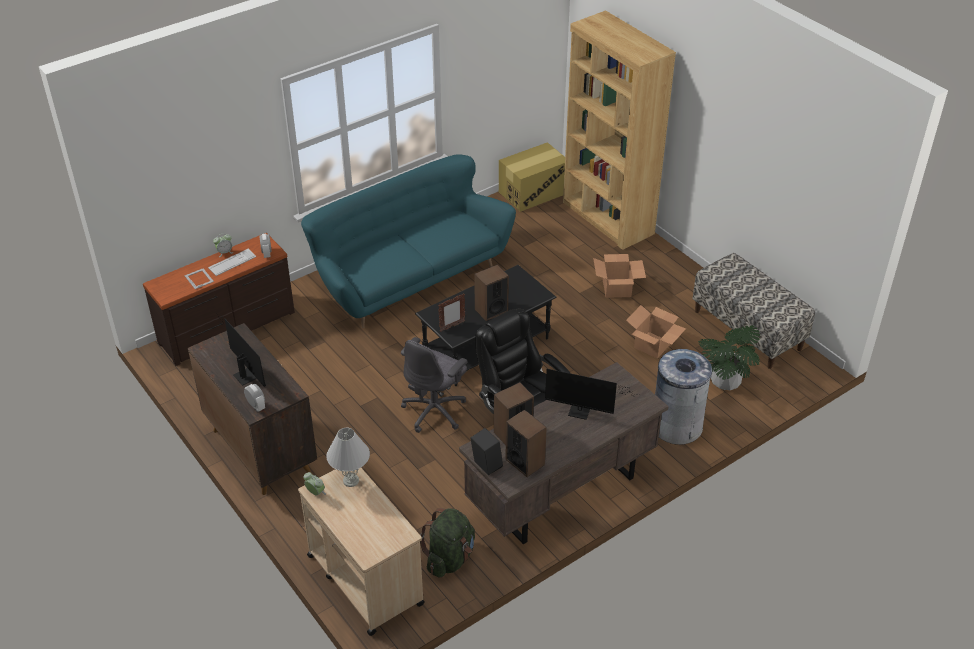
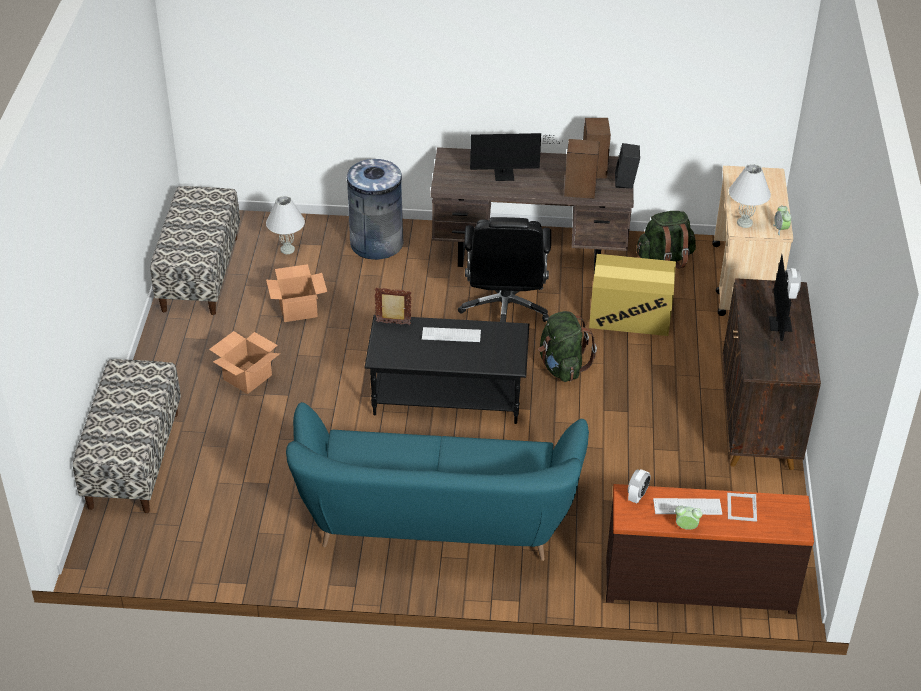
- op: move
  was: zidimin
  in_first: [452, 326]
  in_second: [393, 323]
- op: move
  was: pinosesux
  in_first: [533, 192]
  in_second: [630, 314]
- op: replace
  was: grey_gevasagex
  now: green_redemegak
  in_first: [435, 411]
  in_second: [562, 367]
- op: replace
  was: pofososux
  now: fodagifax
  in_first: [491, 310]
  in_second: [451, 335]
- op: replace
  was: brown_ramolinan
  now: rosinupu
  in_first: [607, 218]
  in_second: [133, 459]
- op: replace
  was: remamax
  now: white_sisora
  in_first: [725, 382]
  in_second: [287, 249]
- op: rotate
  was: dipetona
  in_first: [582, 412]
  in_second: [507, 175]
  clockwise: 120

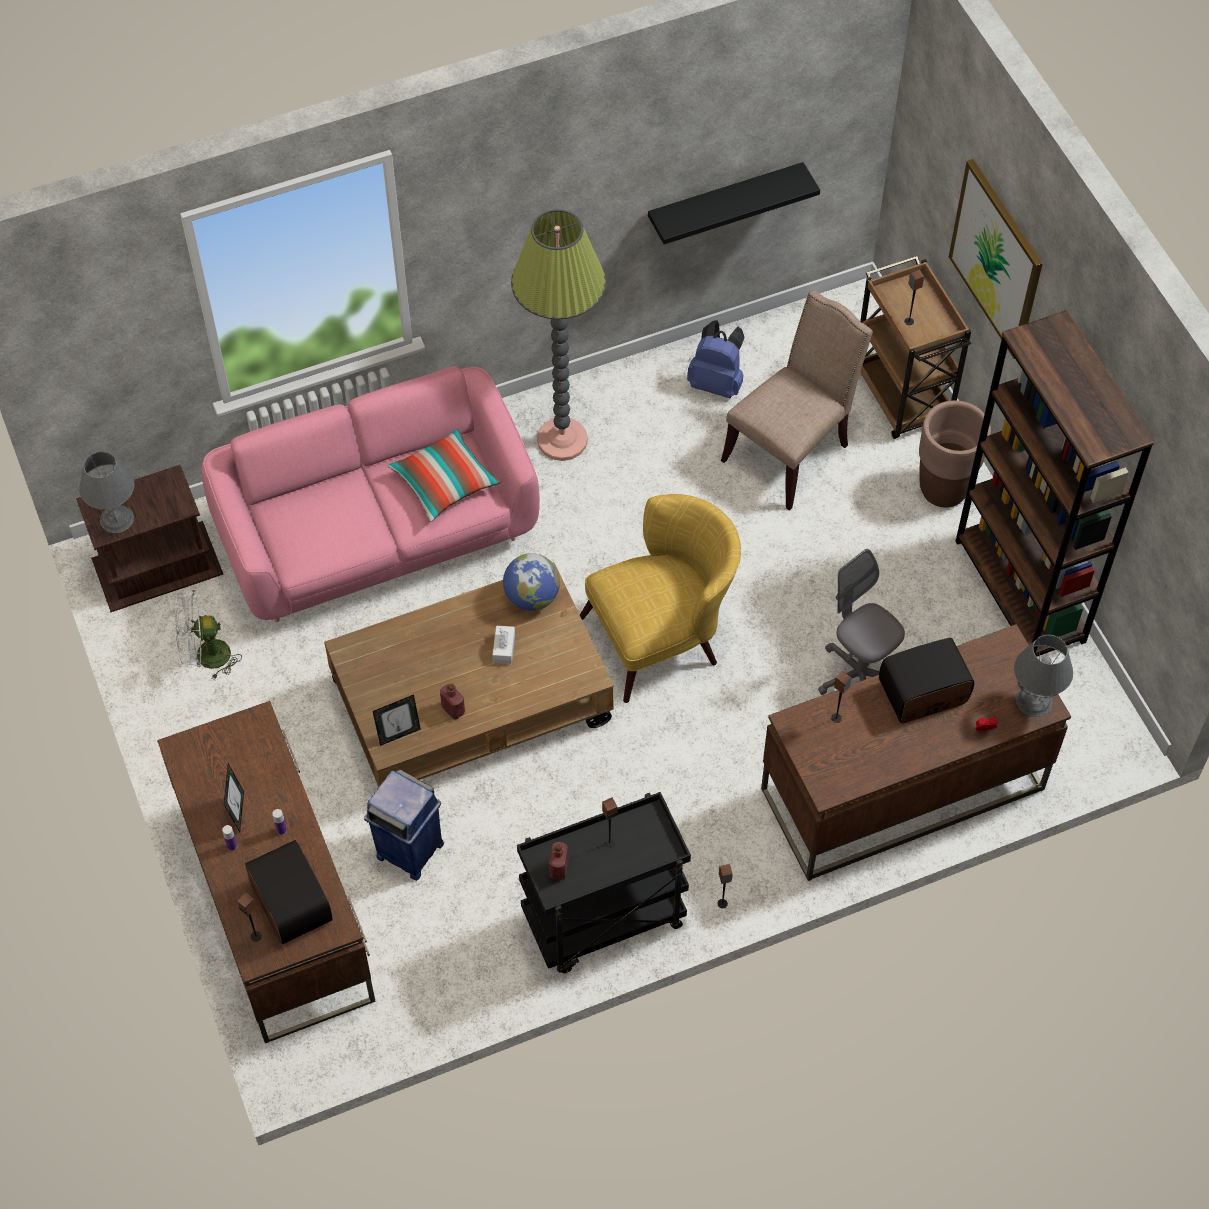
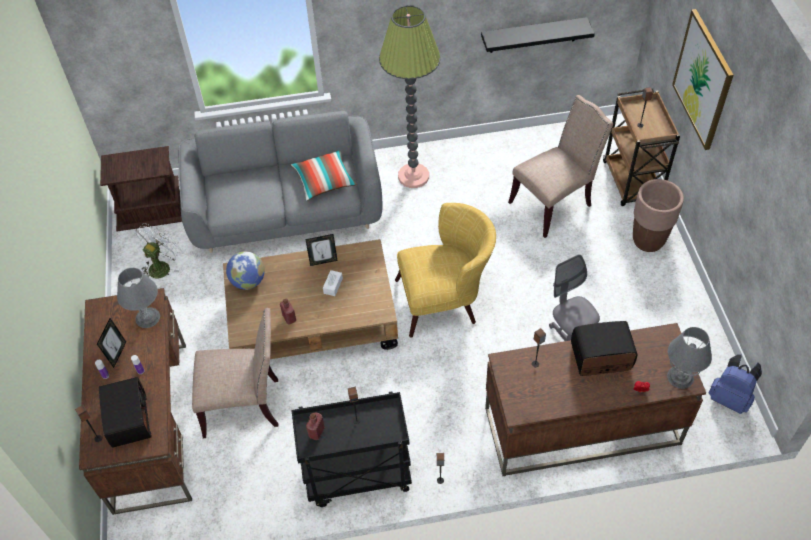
- op: delete
  was: brown_ramolinan
  in_first: [1020, 591]
- op: move
  was: grey_sisora
  in_first: [117, 519]
  in_second: [148, 318]
- op: move
  was: zidimin
  in_first: [399, 734]
  in_second: [323, 261]
- op: move
  was: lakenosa
  in_first: [532, 597]
  in_second: [248, 281]
- op: move
  was: blue_redemegak
  in_first: [717, 382]
  in_second: [730, 398]
- op: replace
  was: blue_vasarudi
  now: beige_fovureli
  in_first: [409, 849]
  in_second: [245, 405]
- op: recolor
  was: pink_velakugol
  now: grey_velakugol
  in_first: [377, 535]
  in_second: [287, 212]
- op: rotate
  was: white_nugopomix
  in_first: [205, 657]
  in_second: [161, 266]
  clockwise: 120

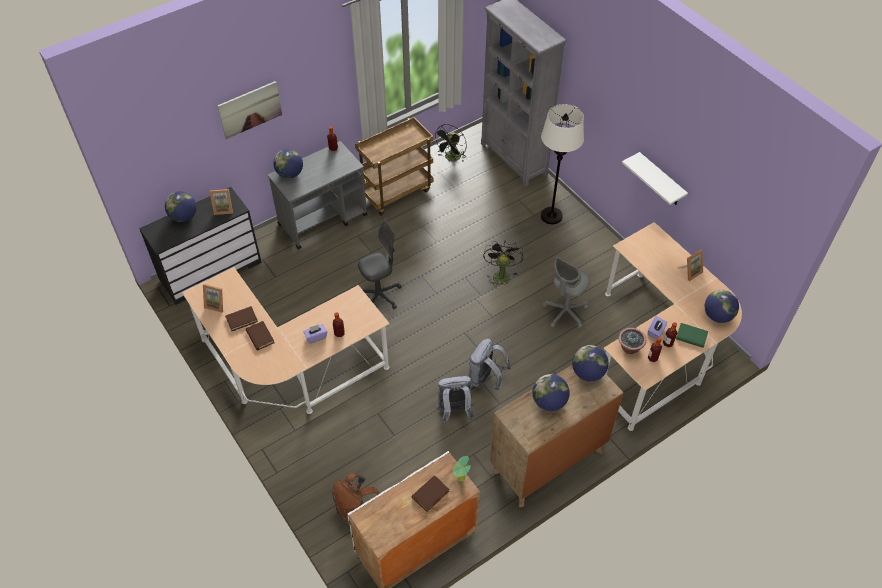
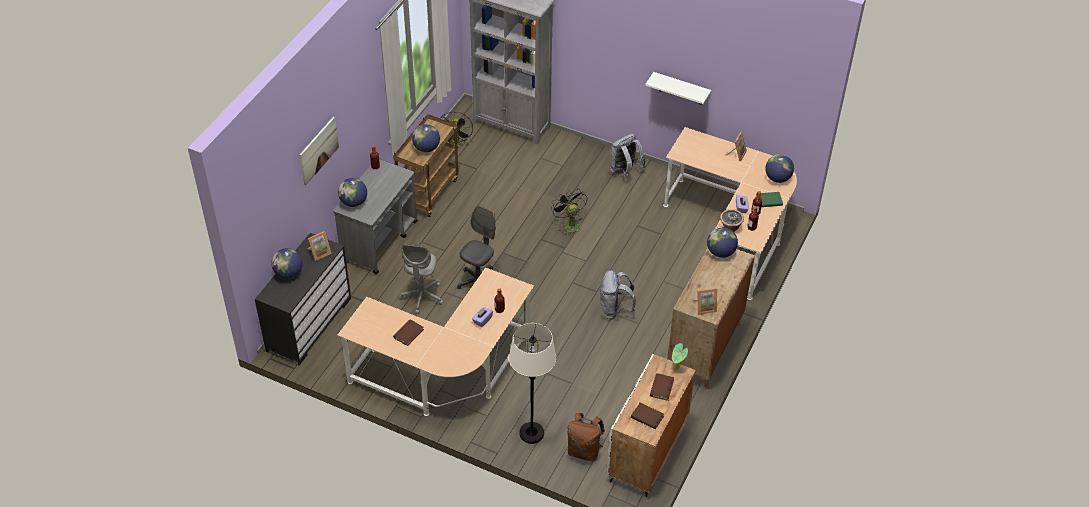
- op: move
  was: zidimin
  in_first: [216, 304]
  in_second: [705, 308]
- op: move
  was: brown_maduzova
  in_first: [260, 337]
  in_second: [647, 417]
- op: move
  was: grey_redemegak
  in_first: [454, 412]
  in_second: [624, 171]
- op: move
  was: lakenosa
  in_first: [549, 402]
  in_second: [426, 148]
- op: move
  was: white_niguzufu
  in_first: [551, 216]
  in_second: [531, 433]
- op: move
  was: grey_gevasagex
  in_first: [565, 312]
  in_second: [422, 297]

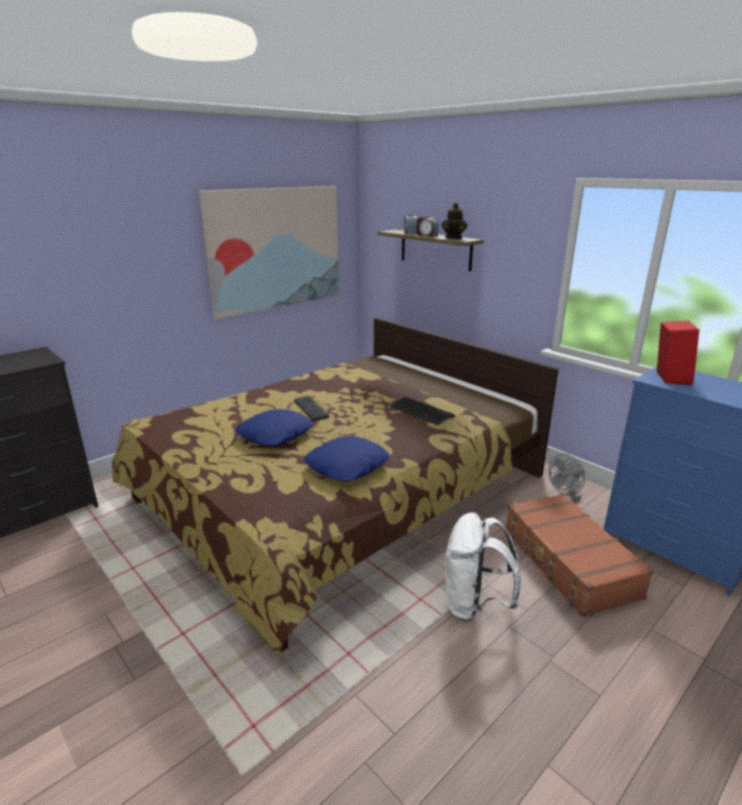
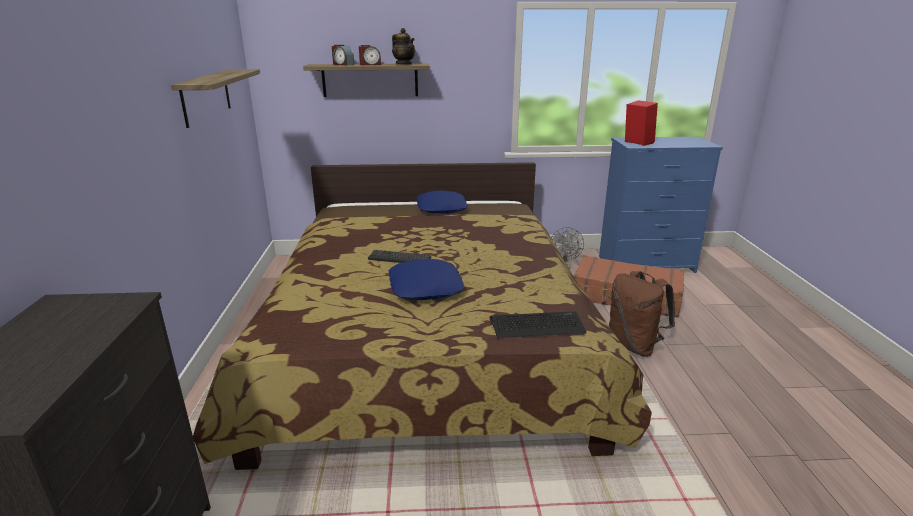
- op: move
  was: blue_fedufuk
  in_first: [347, 466]
  in_second: [442, 208]
- op: move
  was: fodagifax
  in_first: [421, 411]
  in_second: [537, 325]
- op: replace
  was: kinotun
  now: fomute
  in_first: [276, 249]
  in_second: [206, 96]
- op: recolor
  was: white_redemegak
  now: brown_redemegak
  in_first: [474, 604]
  in_second: [634, 346]

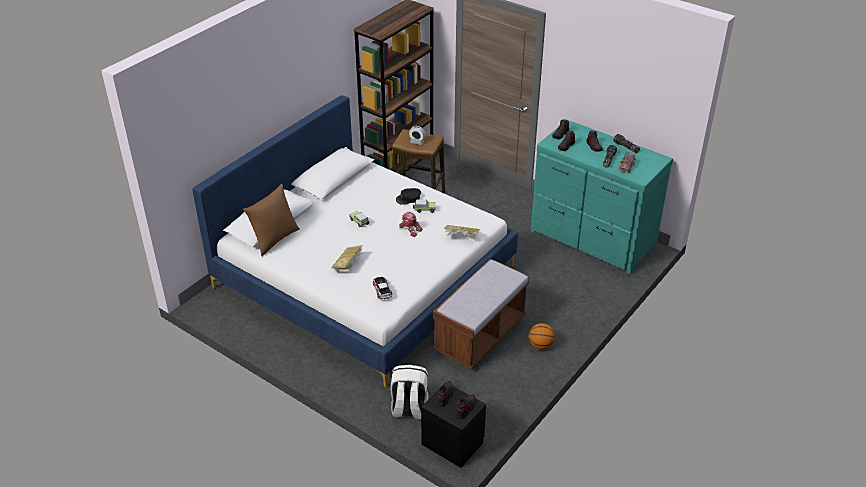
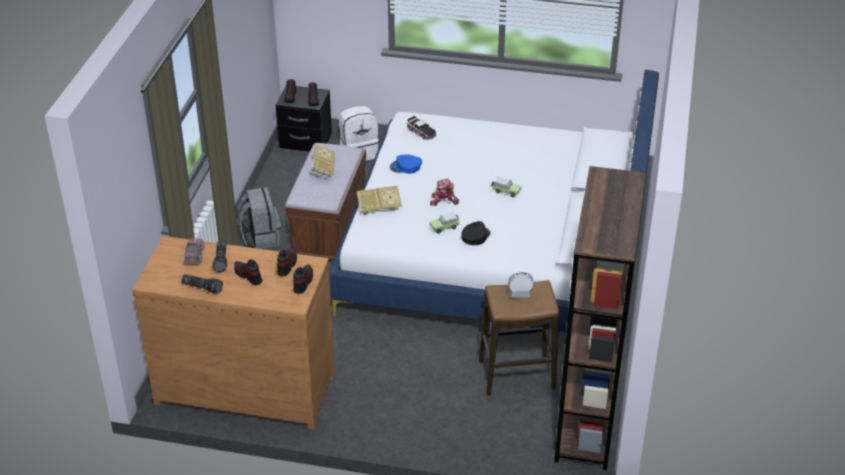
- op: delete
  was: brown_fedufuk
  in_first: [274, 239]
- op: insert
  now: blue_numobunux
  in_second: [406, 167]
- op: move
  was: maduzova
  in_first: [348, 265]
  in_second: [323, 169]
- op: replace
  was: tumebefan
  now: grey_redemegak
  in_first: [541, 345]
  in_second: [261, 237]
- op: recolor
  was: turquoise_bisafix
  now: brown_bisafix
  in_first: [592, 239]
  in_second: [246, 385]

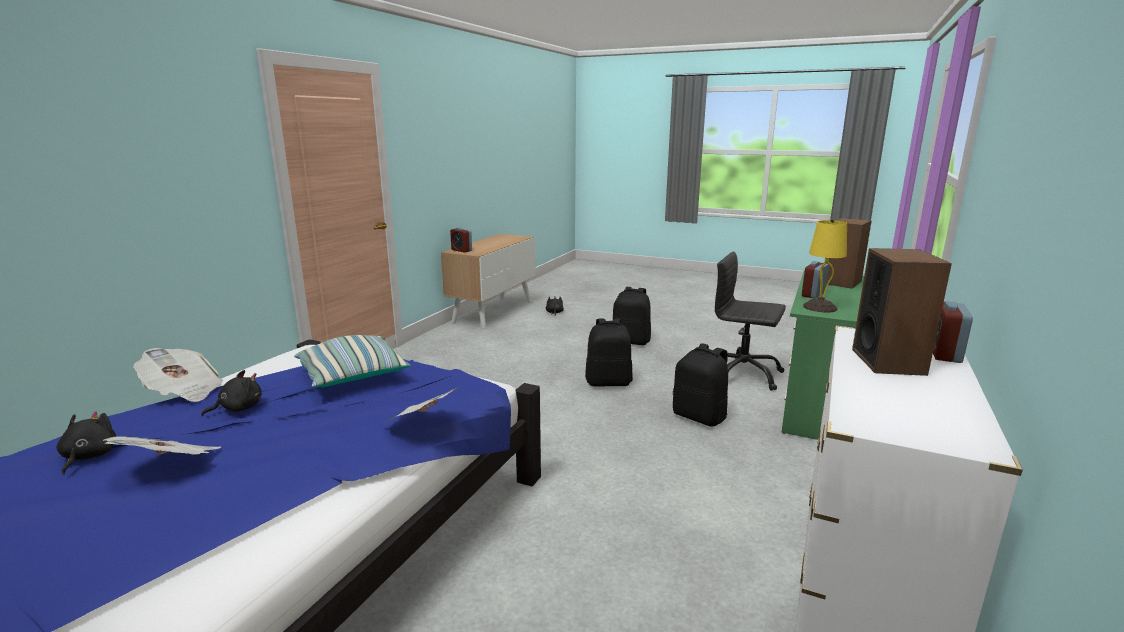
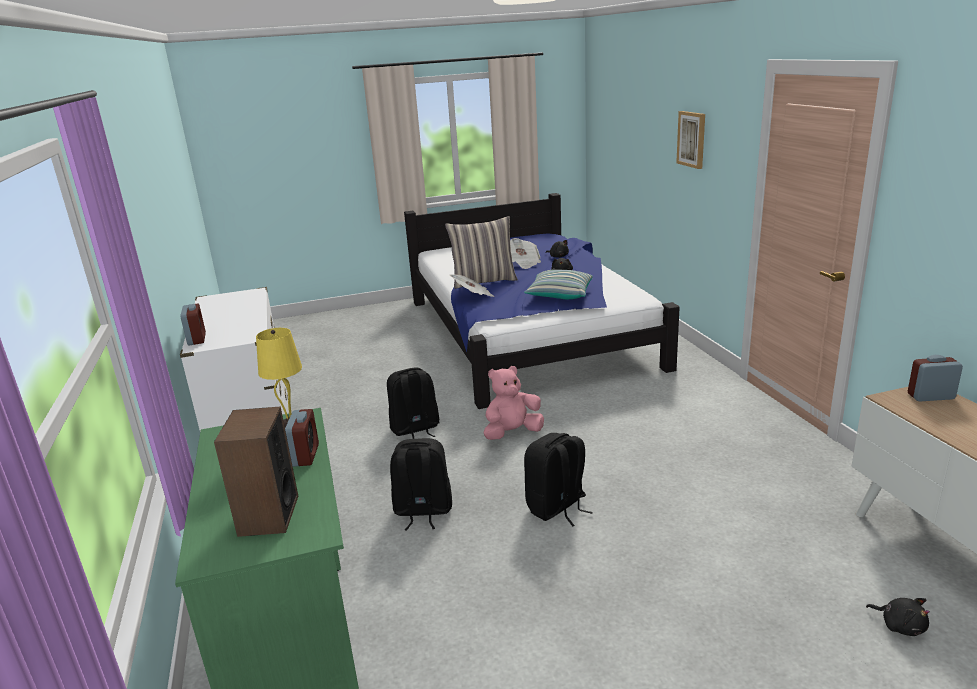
- op: delete
  was: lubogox
  in_first: [183, 391]
- op: delete
  was: black_gevasagex
  in_first: [741, 374]
- op: delete
  was: pofososux
  in_first: [888, 361]
- op: insert
  now: fedufuk
  in_second: [484, 281]
- op: insert
  now: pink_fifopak
  in_second: [512, 433]
- op: insert
  now: kinotun
  in_second: [692, 139]
- op: move
  was: black_redemegak
  in_first: [631, 341]
  in_second: [415, 429]

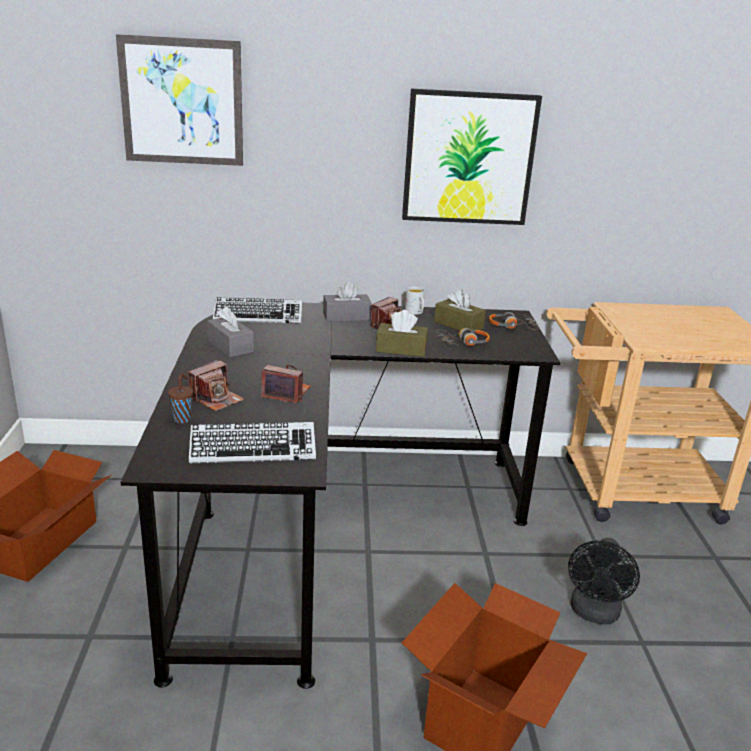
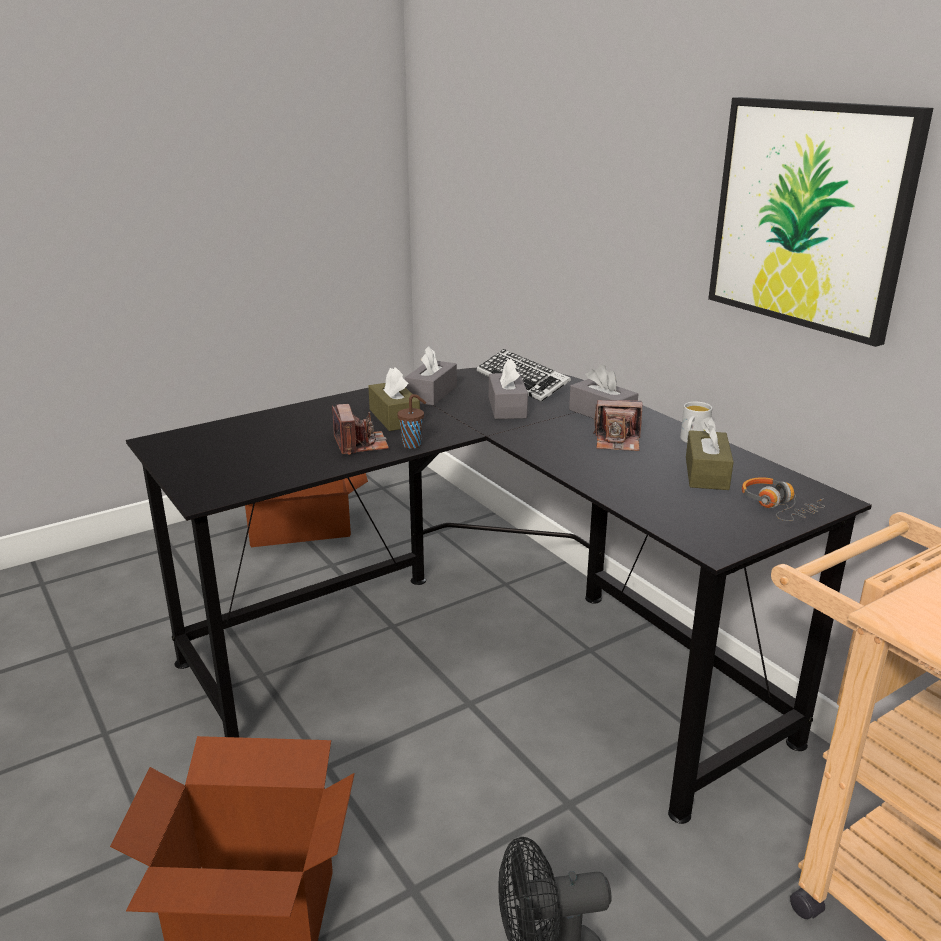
- op: delete
  was: kinotun
  in_first: [182, 102]
- op: delete
  was: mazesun
  in_first: [216, 399]
- op: delete
  was: fodagifax
  in_first: [253, 450]
- op: delete
  was: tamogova
  in_first: [463, 343]
- op: insert
  now: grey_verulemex
  in_second: [507, 407]
- op: move
  was: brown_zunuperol
  in_first: [182, 419]
  in_second: [413, 445]
- op: move
  was: brown_verulemex
  in_first: [401, 349]
  in_second: [394, 418]

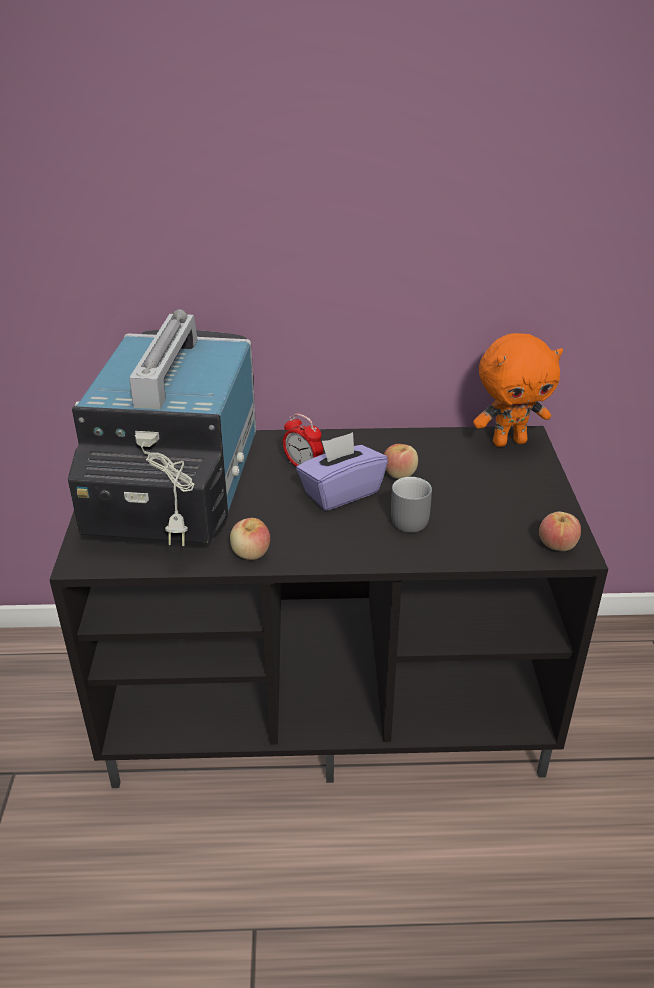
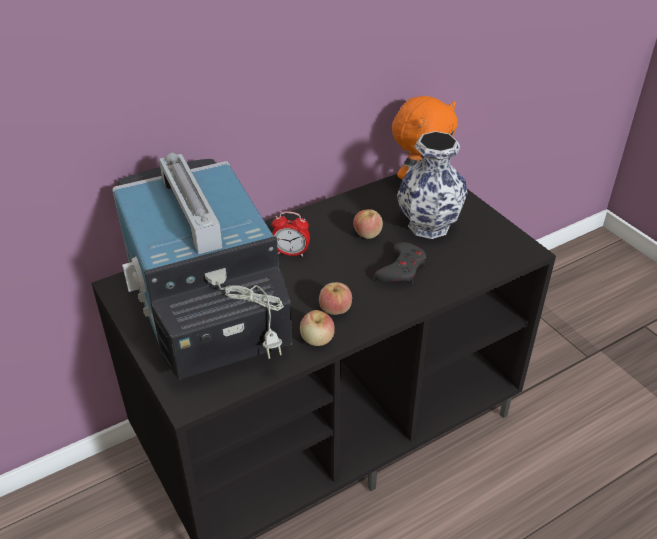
- op: delete
  was: purple_verulemex
  in_first: [341, 492]
- op: insert
  now: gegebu
  in_second: [429, 226]
- op: move
  was: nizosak
  in_first: [557, 545]
  in_second: [335, 309]
- op: replace
  was: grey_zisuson
  now: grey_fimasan
  in_first: [405, 519]
  in_second: [401, 268]

